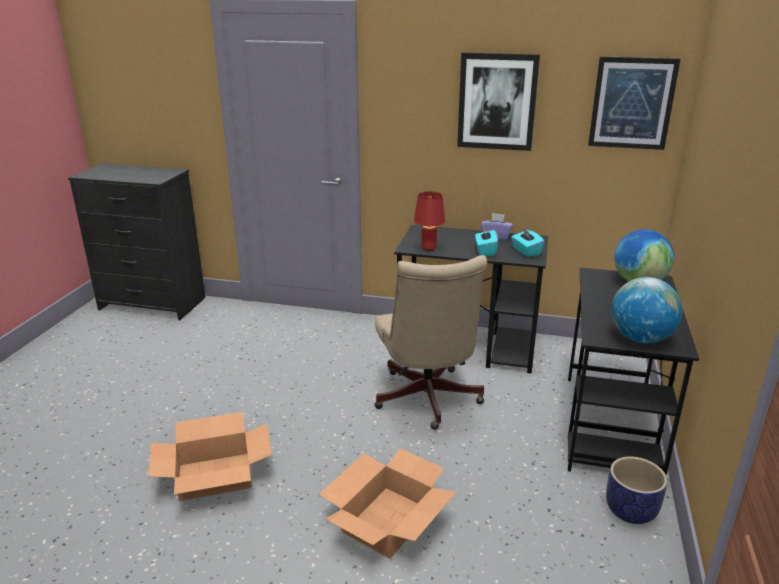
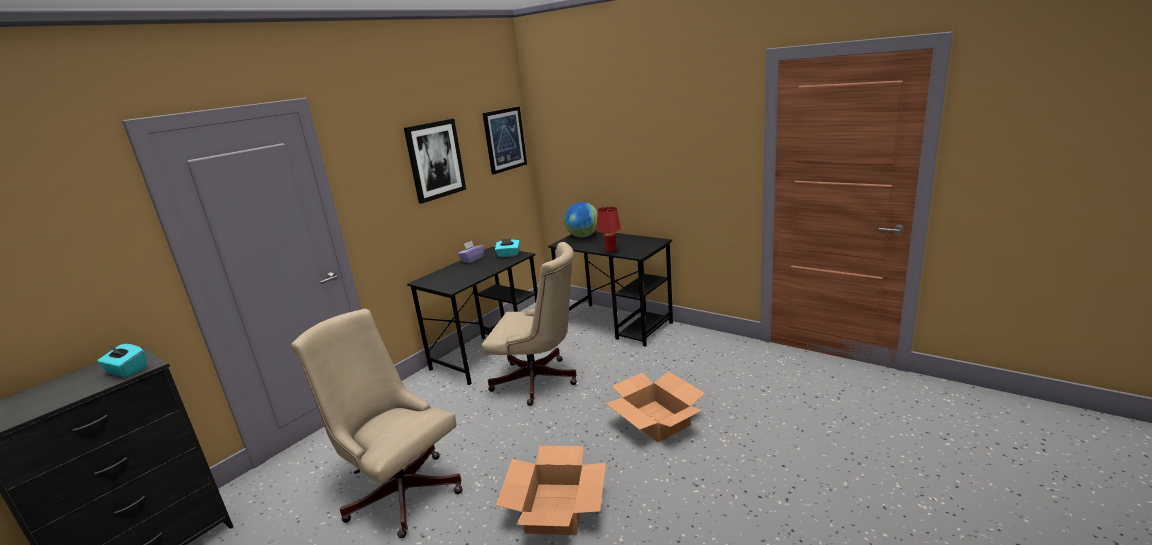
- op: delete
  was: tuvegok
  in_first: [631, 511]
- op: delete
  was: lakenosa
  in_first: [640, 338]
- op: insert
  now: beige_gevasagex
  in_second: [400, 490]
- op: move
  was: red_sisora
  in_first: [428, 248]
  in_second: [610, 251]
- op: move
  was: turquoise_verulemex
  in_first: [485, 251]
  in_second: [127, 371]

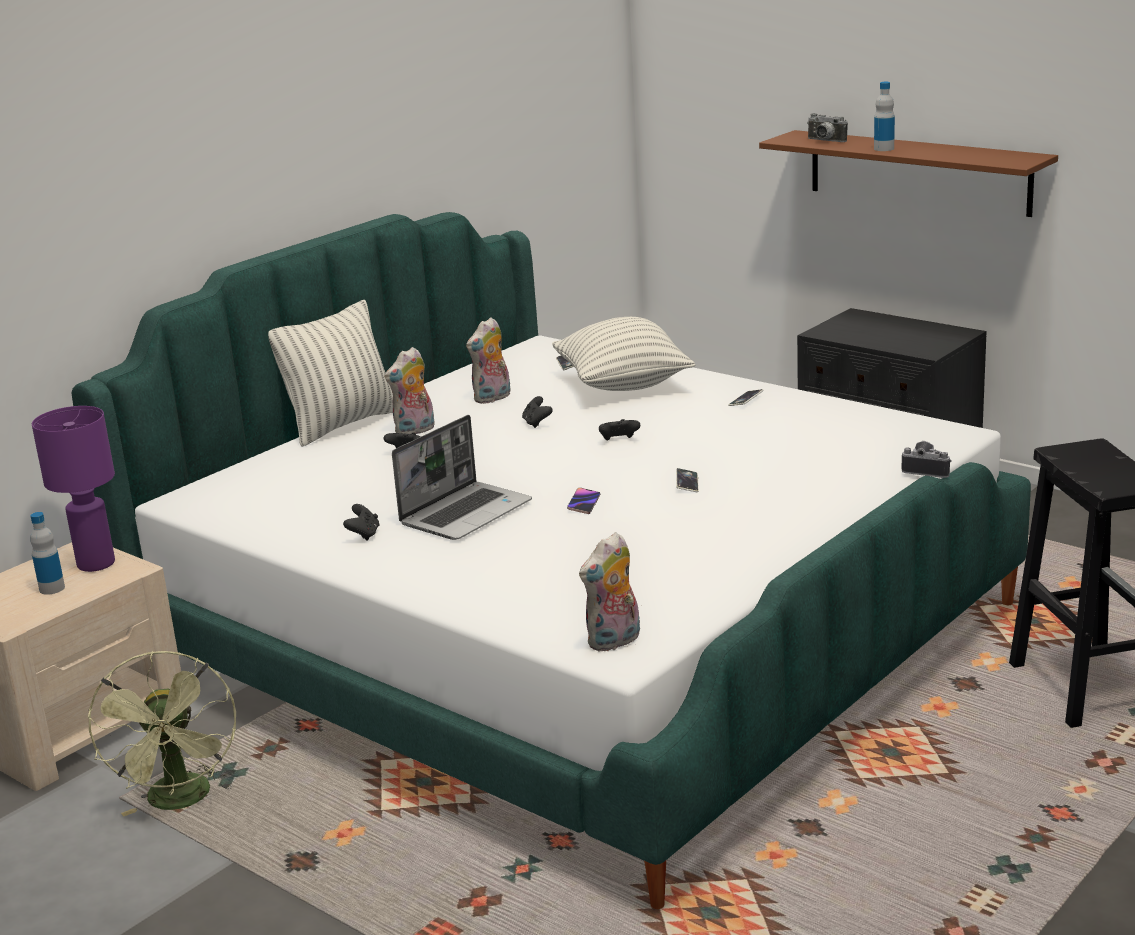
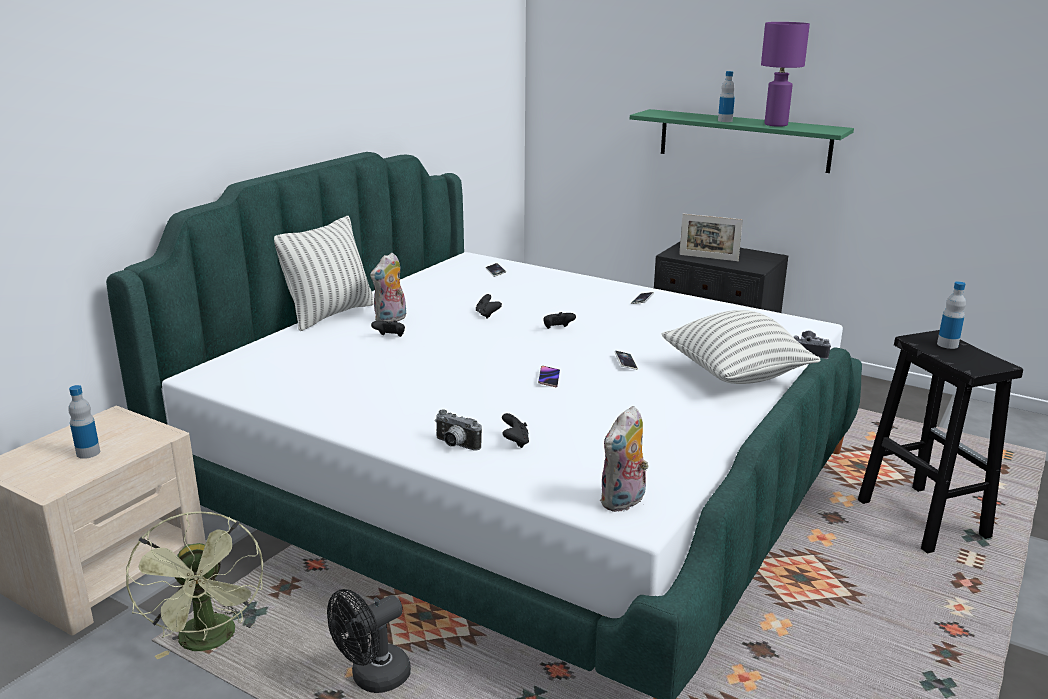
- op: delete
  was: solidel
  in_first: [466, 513]
- op: delete
  was: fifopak
  in_first: [492, 398]
- op: insert
  now: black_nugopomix
  in_second: [372, 679]
- op: insert
  now: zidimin
  in_second: [708, 258]
- op: insert
  now: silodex
  in_second: [947, 344]
- op: move
  was: purple_sisora
  in_first: [95, 564]
  in_second: [775, 125]
- op: move
  was: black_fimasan
  in_first: [364, 535]
  in_second: [515, 442]
- op: move
  was: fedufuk
  in_first: [623, 385]
  in_second: [735, 376]
- op: move
  was: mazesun
  in_first: [824, 141]
  in_second: [455, 445]
- op: recolor
  was: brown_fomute
  now: green_fomute
  in_first: [918, 172]
  in_second: [743, 140]

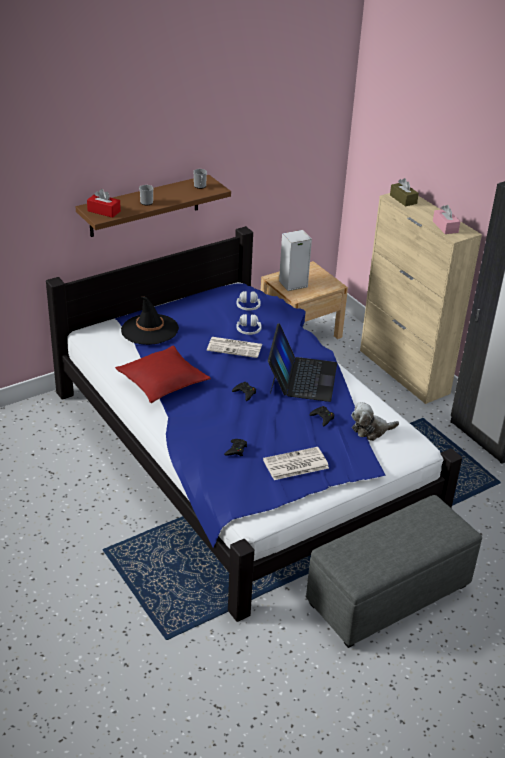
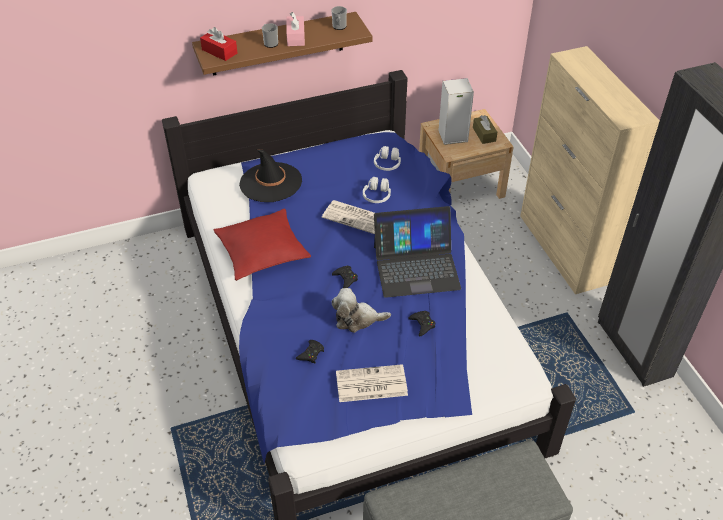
- op: move
  was: fifopak
  in_first: [370, 431]
  in_second: [357, 319]
- op: move
  was: brown_verulemex
  in_first: [403, 199]
  in_second: [484, 134]
- op: move
  was: pink_verulemex
  in_first: [445, 227]
  in_second: [295, 37]
- op: rotate
  was: solidel
  in_first: [302, 378]
  in_second: [416, 266]
  clockwise: 60

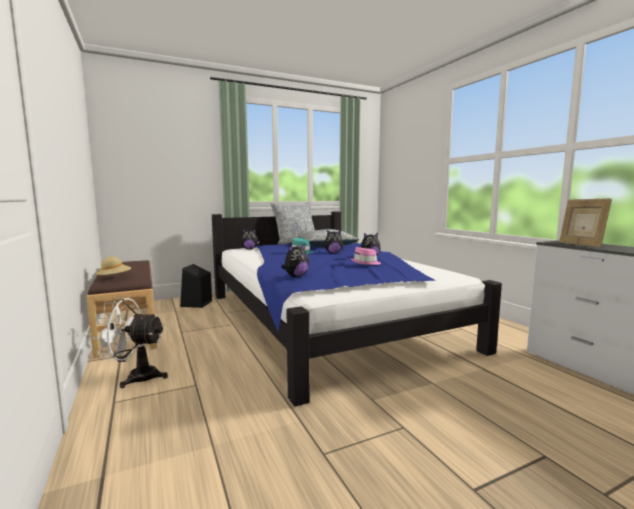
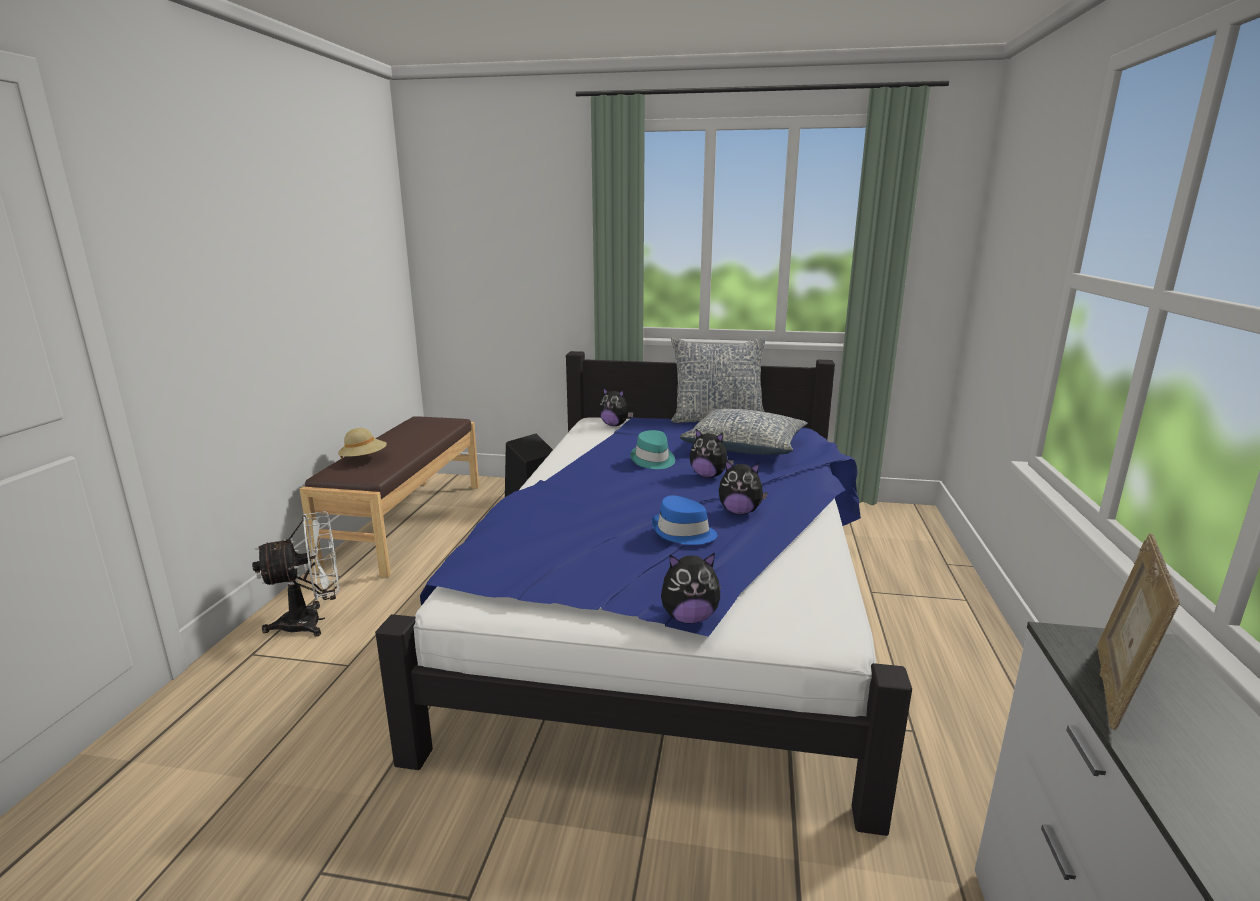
- op: move
  was: fifopak
  in_first: [296, 276]
  in_second: [689, 617]
- op: recolor
  was: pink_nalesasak
  now: blue_nalesasak
  in_first: [366, 263]
  in_second: [683, 533]
- op: rotate
  was: white_nugopomix
  in_first: [135, 377]
  in_second: [312, 621]
  clockwise: 120

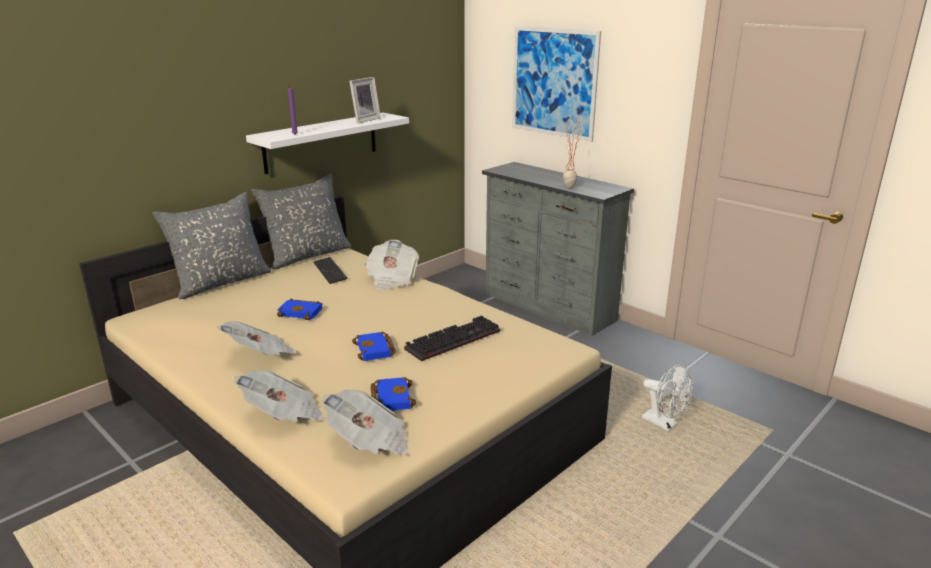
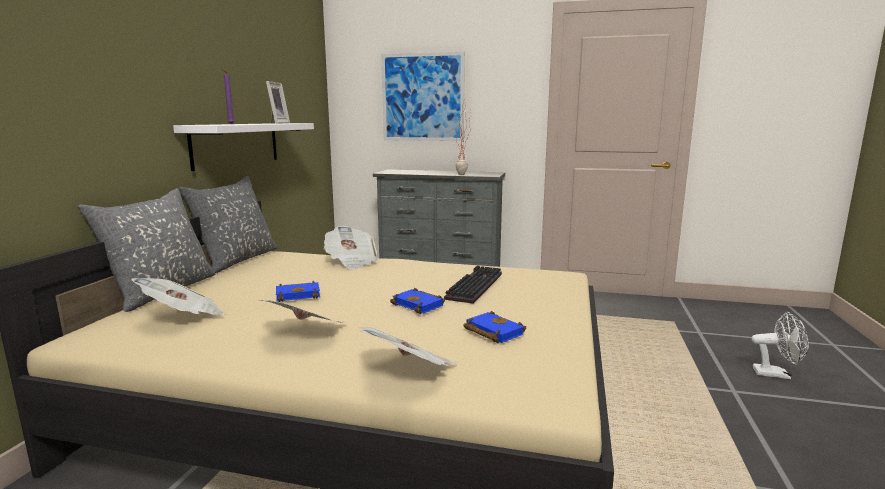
- op: delete
  was: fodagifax
  in_first: [330, 271]
- op: move
  was: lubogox
  in_first: [369, 442]
  in_second: [184, 316]
- op: move
  was: white_nugopomix
  in_first: [664, 424]
  in_second: [777, 374]

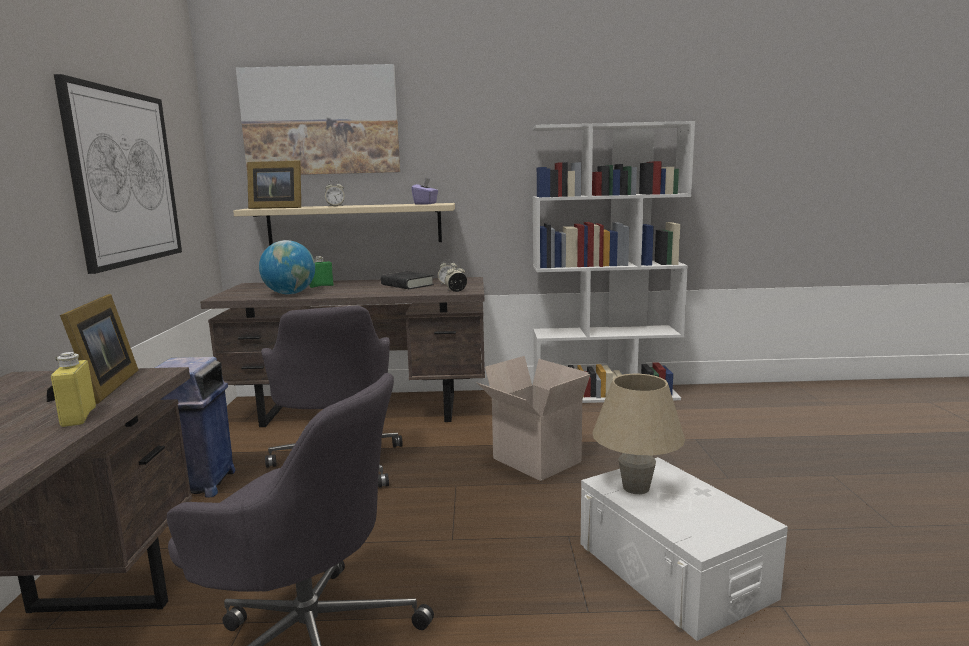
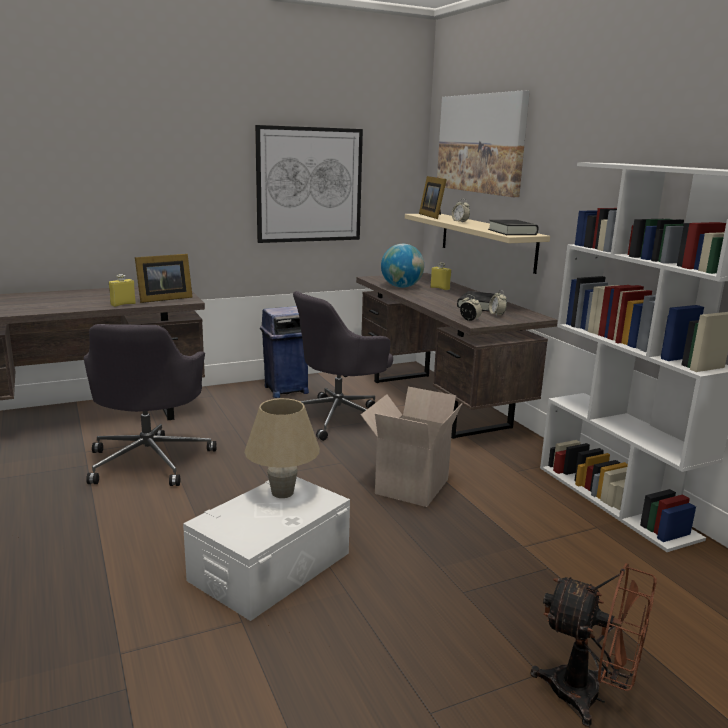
- op: insert
  now: brown_nugopomix
  in_second: [589, 696]
- op: replace
  was: purple_verulemex
  now: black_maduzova
  in_first: [426, 204]
  in_second: [512, 232]
- op: recolor
  was: green_silodex
  now: yellow_silodex
  in_first: [321, 286]
  in_second: [440, 288]

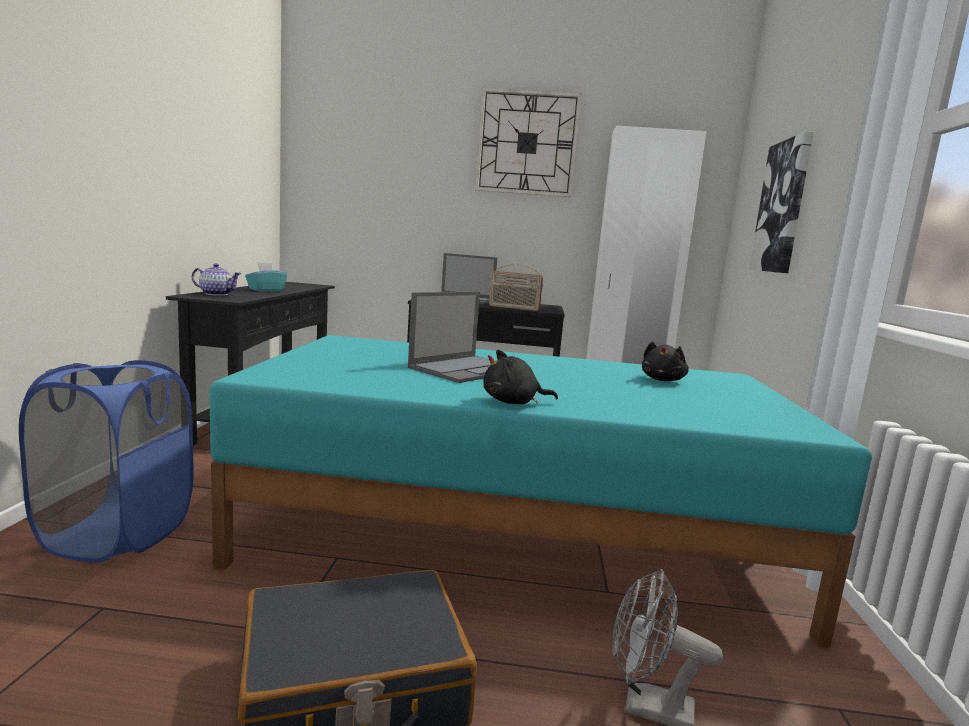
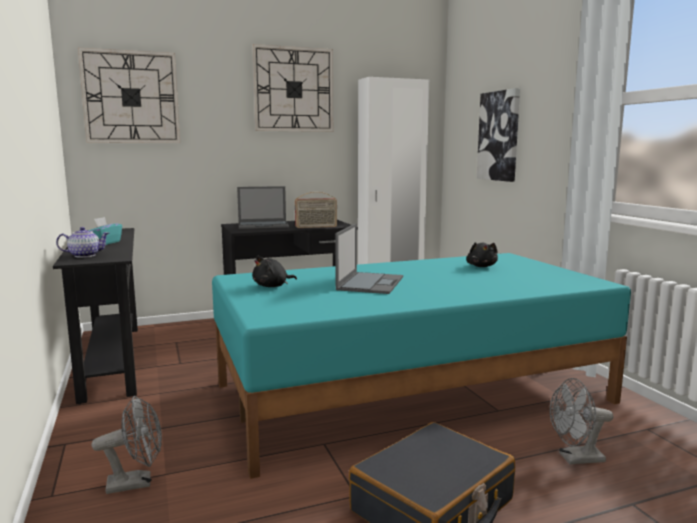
- op: insert
  now: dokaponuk
  in_second: [131, 97]
- op: move
  was: black_fifopak
  in_first: [513, 402]
  in_second: [272, 286]
- op: replace
  was: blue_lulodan
  now: grey_nugopomix
  in_first: [118, 533]
  in_second: [137, 482]

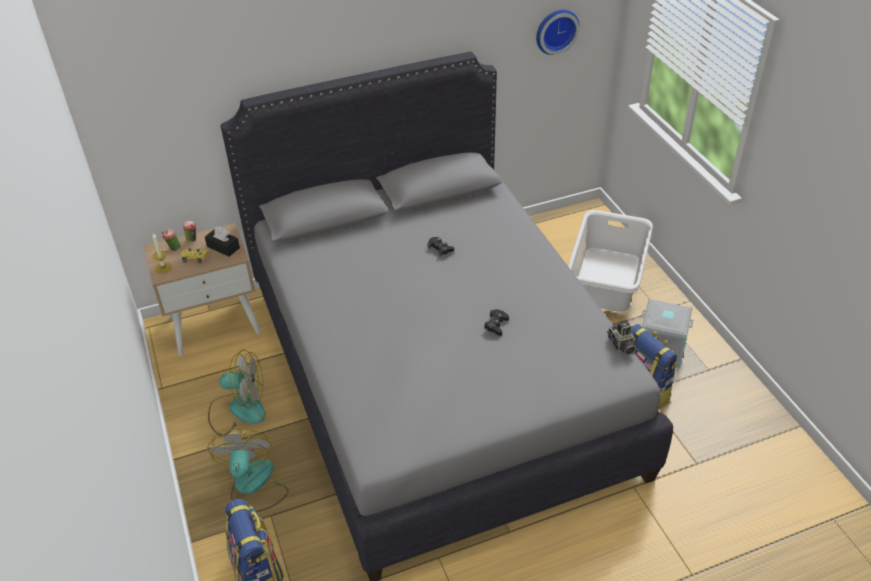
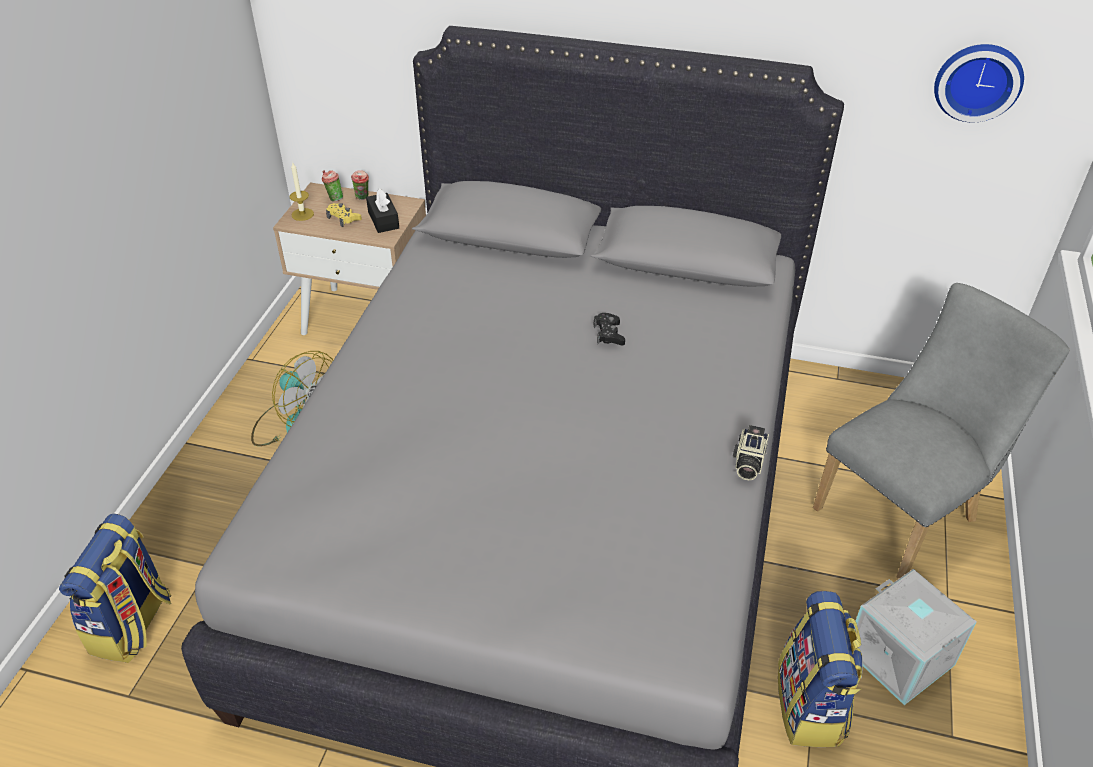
- op: delete
  was: nugopomix
  in_first: [253, 486]
- op: delete
  was: black_fimasan
  in_first: [496, 325]
- op: move
  was: mazesun
  in_first: [621, 345]
  in_second: [747, 463]
- op: replace
  was: white_lulodan
  now: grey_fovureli
  in_first: [607, 279]
  in_second: [904, 511]

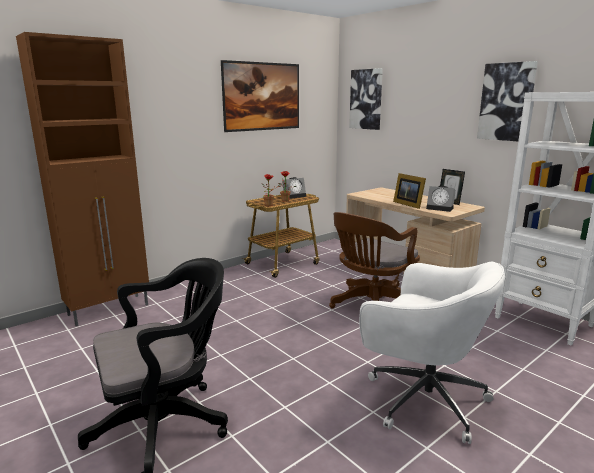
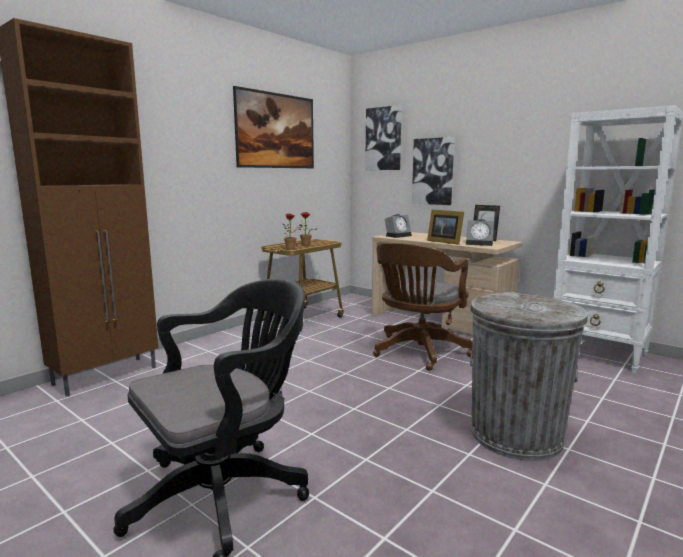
- op: move
  was: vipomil
  in_first: [294, 196]
  in_second: [398, 236]
- op: move
  was: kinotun
  in_first: [506, 102]
  in_second: [433, 171]
- op: replace
  was: white_gevasagex
  now: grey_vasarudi
  in_first: [422, 398]
  in_second: [516, 435]

